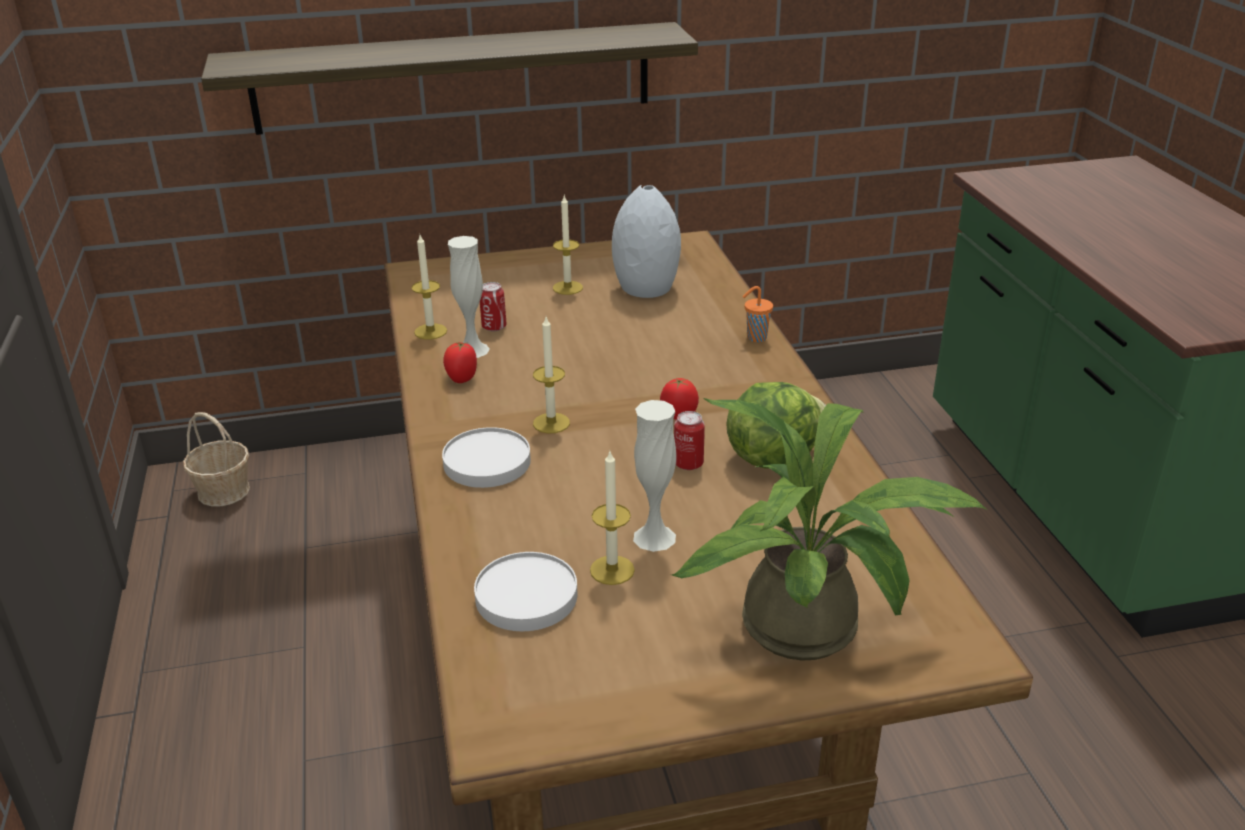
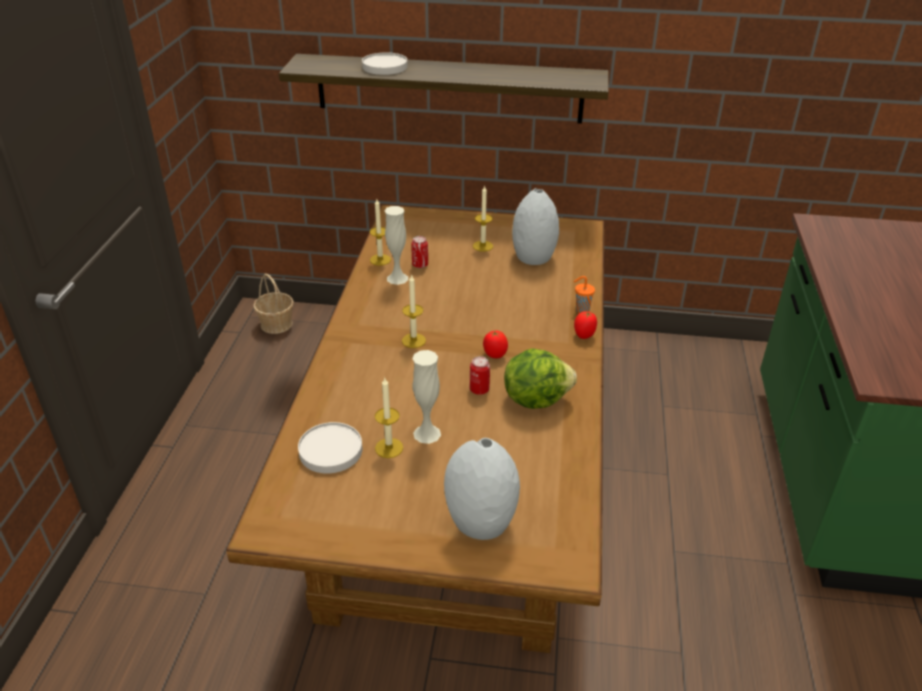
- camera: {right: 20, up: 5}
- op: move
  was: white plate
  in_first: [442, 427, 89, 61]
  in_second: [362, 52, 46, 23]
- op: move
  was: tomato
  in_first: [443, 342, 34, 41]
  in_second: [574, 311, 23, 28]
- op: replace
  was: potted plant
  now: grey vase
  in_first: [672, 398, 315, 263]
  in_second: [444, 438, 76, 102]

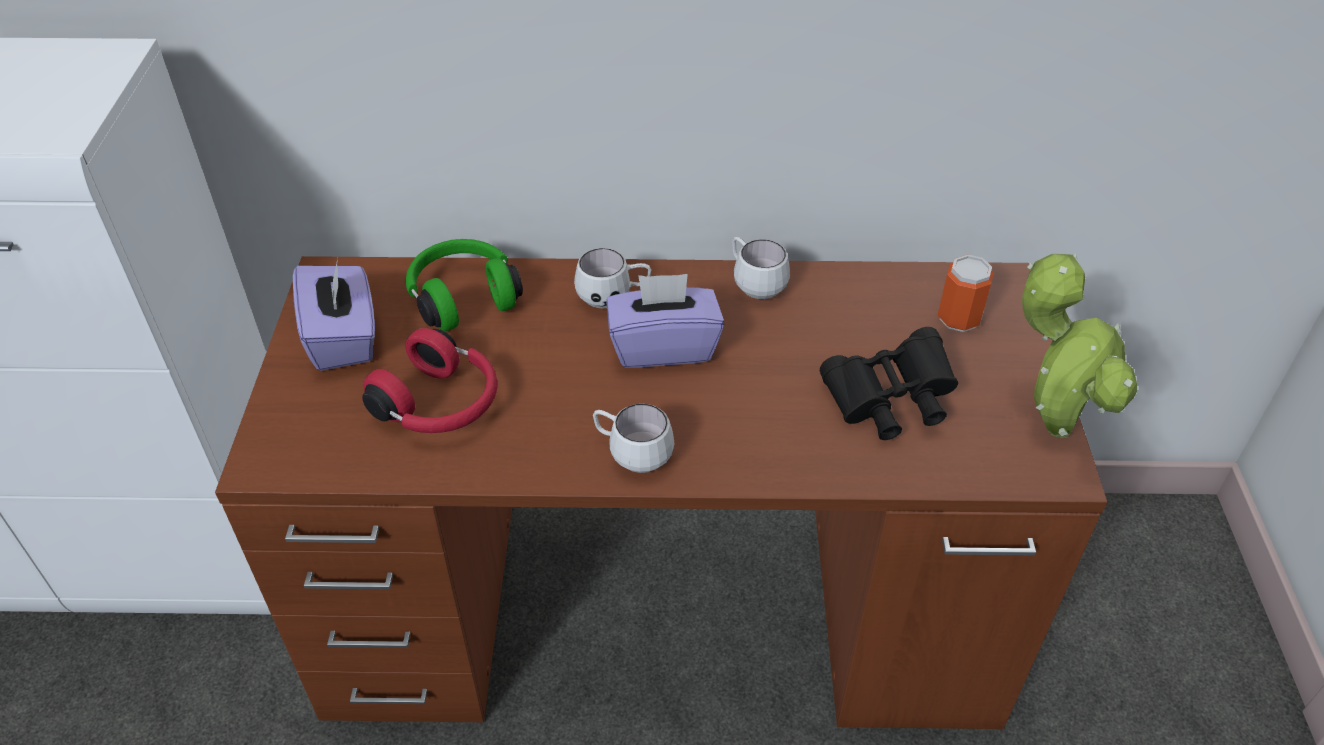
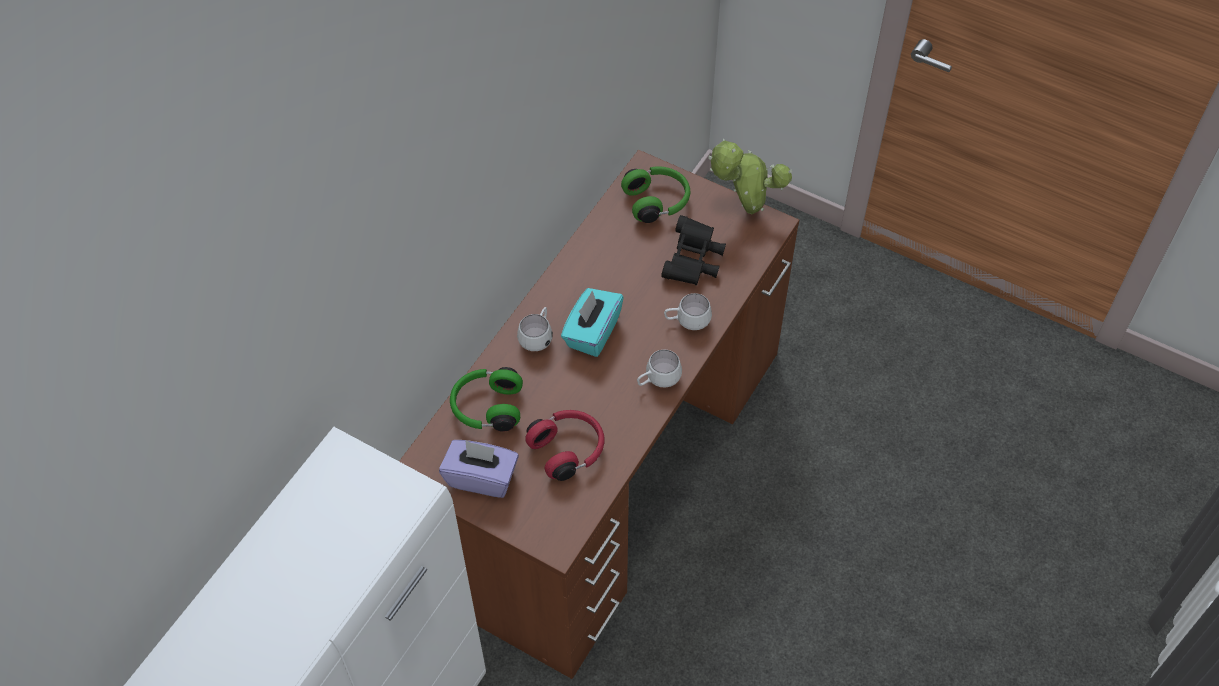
- camera: {right: -60, up: 10}
- op: recolor
  was: purple tissue box
  now: turquoise tissue box
  in_first: [606, 274, 118, 94]
  in_second: [561, 288, 63, 69]
- op: move
  was: white mug
  in_first: [732, 237, 58, 62]
  in_second: [664, 293, 48, 37]
- op: replace
  was: can
  now: green headphones
  in_first: [938, 254, 56, 78]
  in_second: [621, 167, 69, 56]

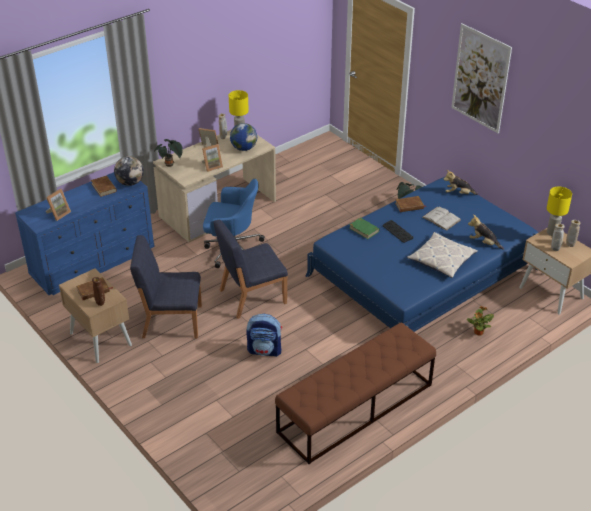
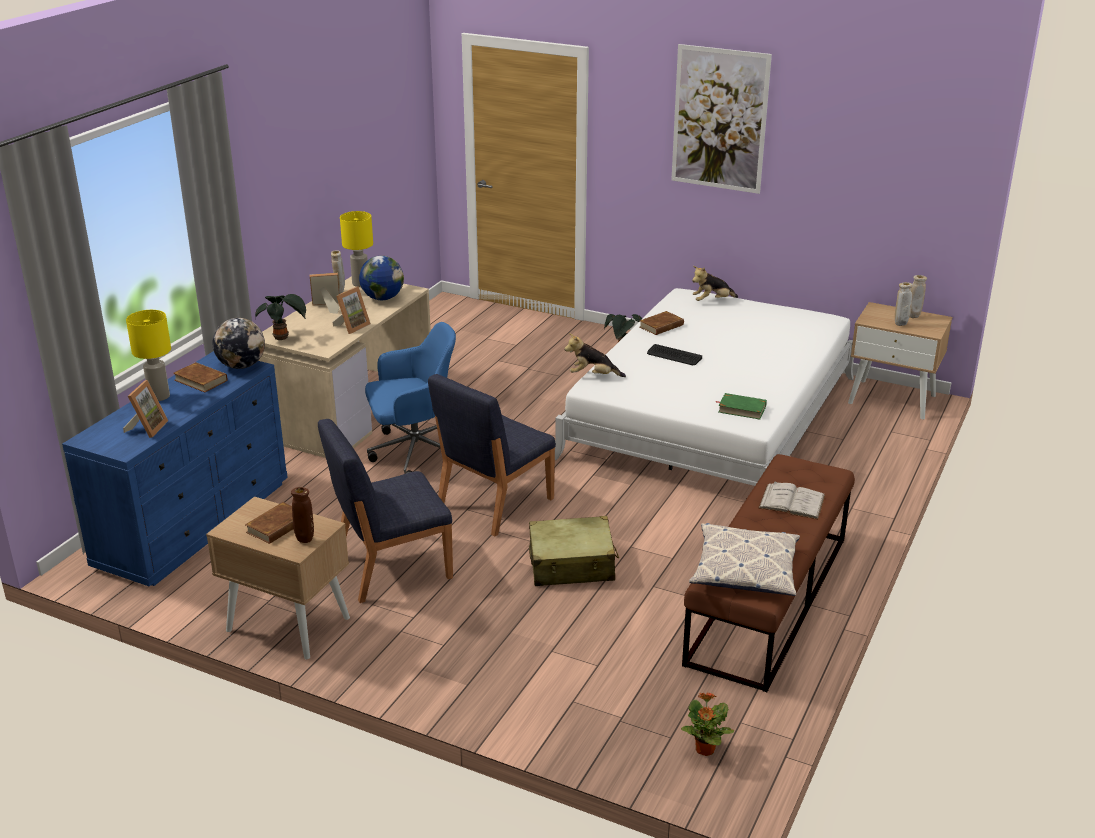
- camera: {right: -25, up: -10}
- op: replace
  was: backpack
  now: beige suitcase
  in_first: [246, 314, 36, 43]
  in_second: [529, 516, 90, 70]
- op: recolor
  was: blue bed
  now: white bed
  in_first: [306, 177, 232, 155]
  in_second: [555, 288, 299, 198]
- op: move
  was: green book
  in_first: [349, 218, 31, 21]
  in_second: [716, 393, 51, 26]
- op: move
  was: pillow
  in_first: [407, 232, 71, 46]
  in_second: [689, 523, 111, 73]
- op: move
  was: white book
  in_first: [422, 206, 39, 25]
  in_second: [758, 481, 67, 38]
- op: move
  was: potted plant
  in_first: [467, 306, 27, 30]
  in_second: [681, 693, 53, 63]
- op: move
  was: plush toy
  in_first: [468, 214, 36, 36]
  in_second: [564, 333, 62, 44]
- op: move
  was: yellow table lamp
  in_first: [547, 187, 25, 49]
  in_second: [126, 310, 45, 91]

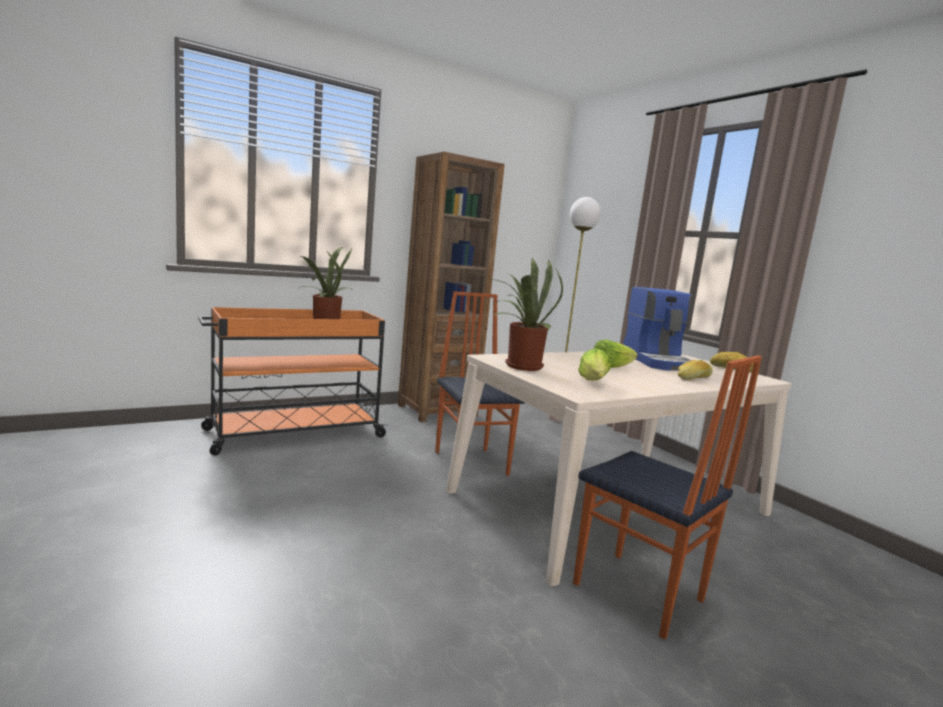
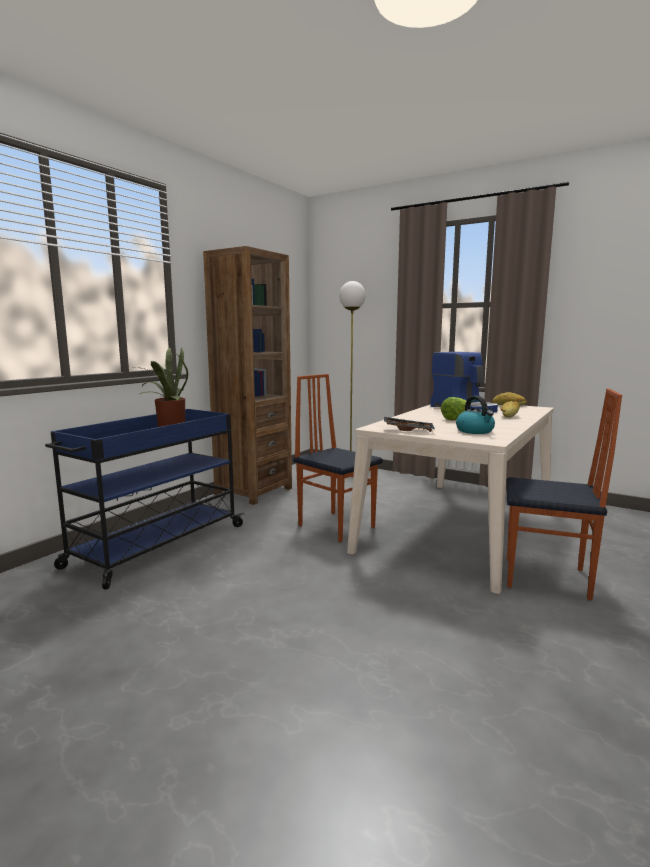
- camera: {right: -25, up: 0}
- op: recolor
  was: orange cart
  now: blue cart
  in_first: [198, 307, 190, 149]
  in_second: [45, 409, 199, 180]
- op: replace
  was: potted plant
  now: black tray
  in_first: [492, 258, 71, 113]
  in_second: [384, 417, 51, 15]
- op: replace
  was: lettuce
  now: kettle
  in_first: [578, 348, 33, 32]
  in_second: [456, 396, 39, 38]

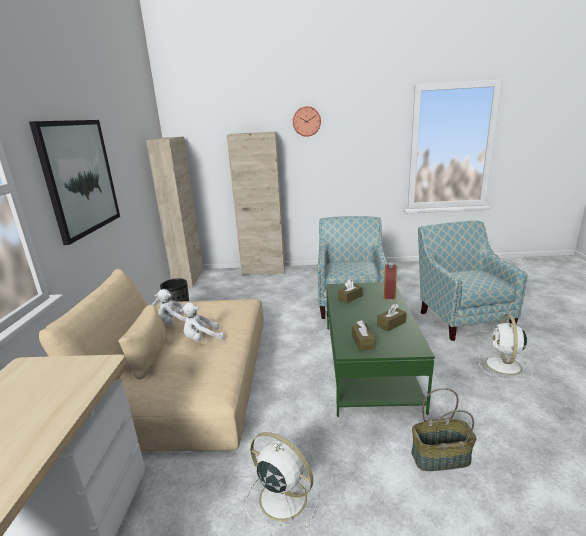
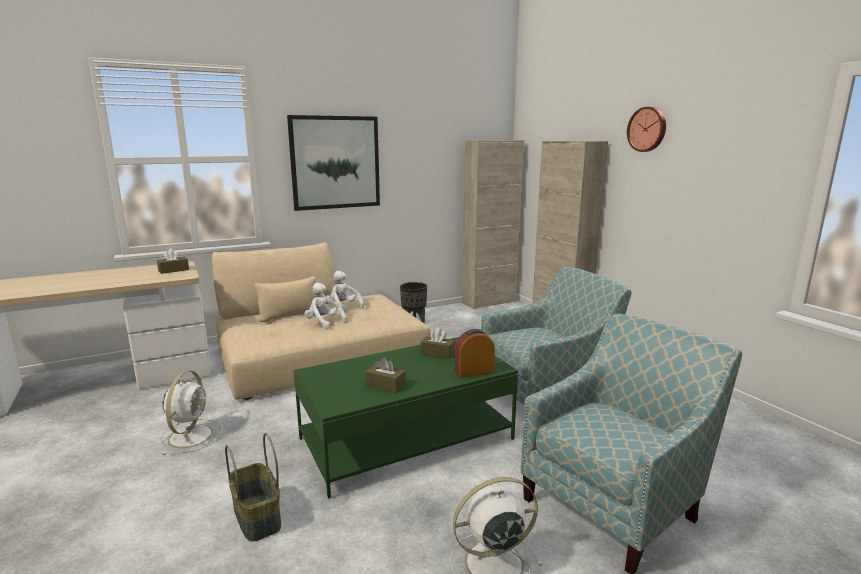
- camera: {right: 60, up: -5}
- op: move
  was: brown tissue box
  in_first: [352, 320, 24, 31]
  in_second: [157, 248, 32, 26]

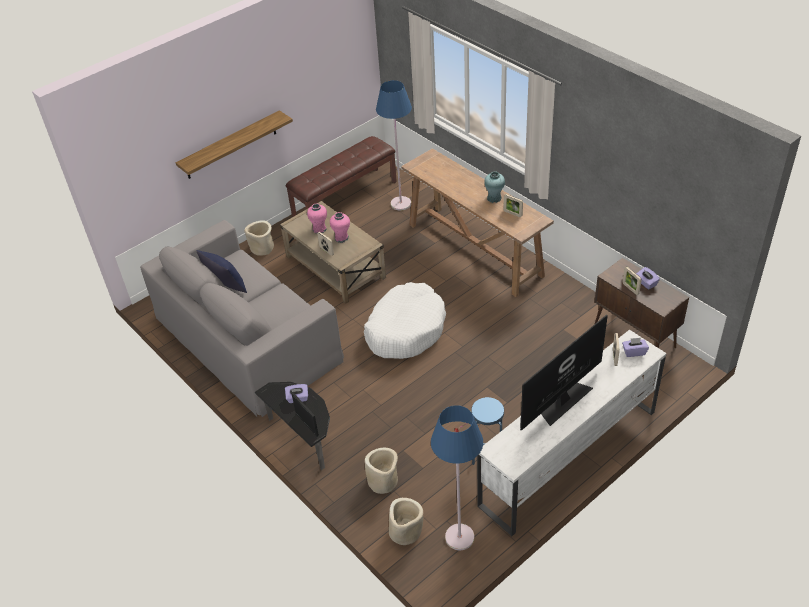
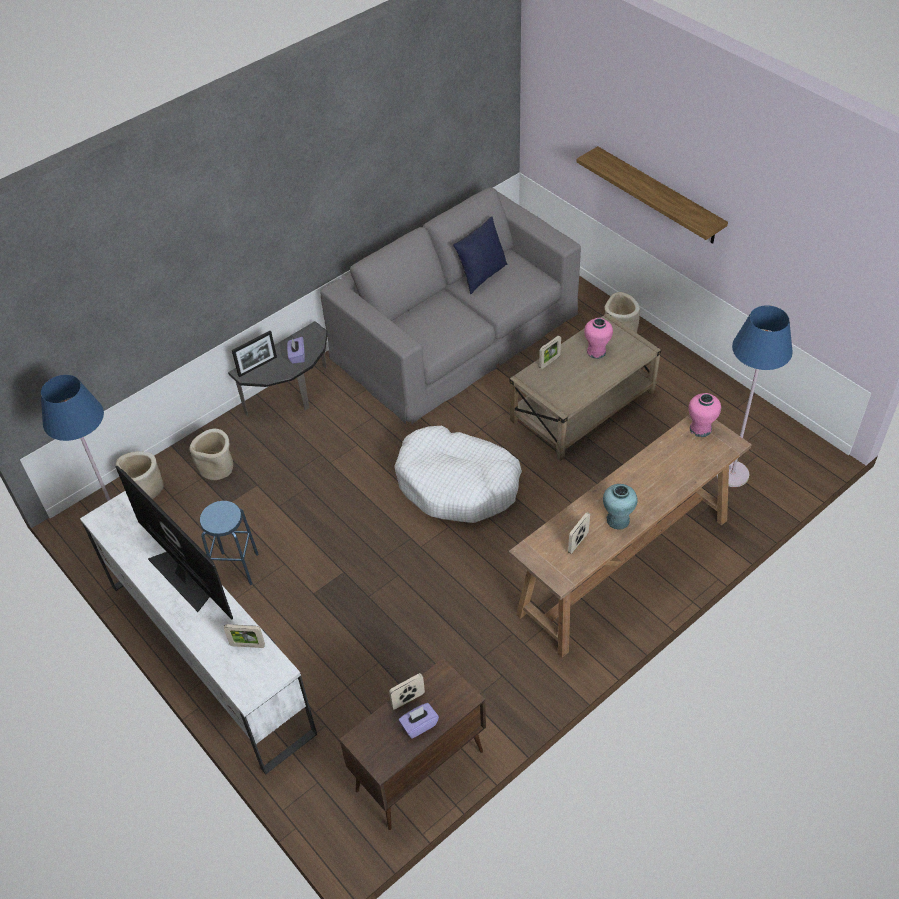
- camera: {right: 90, up: 5}
- op: delete
  was: brown bench
  in_first: [286, 136, 111, 81]
- op: move
  was: pink vase
  in_first: [330, 212, 20, 31]
  in_second: [688, 393, 33, 44]
- op: delete
  was: purple tissue box
  in_first: [622, 338, 27, 19]

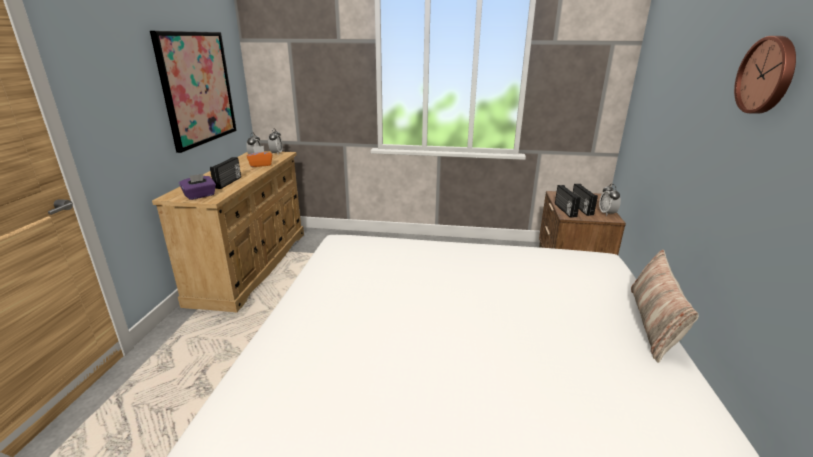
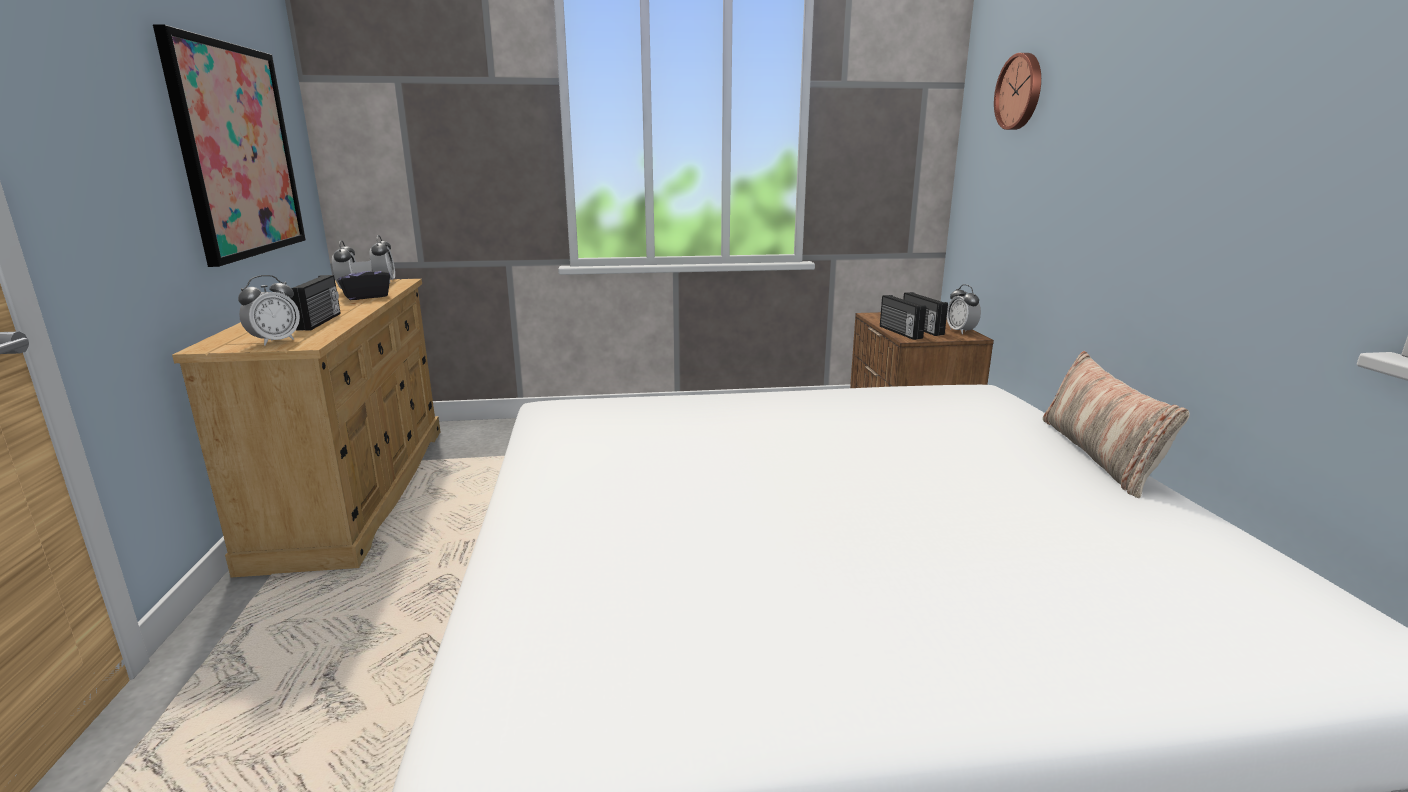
- camera: {right: -15, up: -5}
- op: replace
  was: purple tissue box
  now: alarm clock
  in_first: [179, 173, 37, 27]
  in_second: [238, 275, 62, 71]
- op: recolor
  was: orange tissue box
  now: black tissue box
  in_first: [247, 146, 25, 21]
  in_second: [338, 261, 52, 39]
- op: move
  was: wall clock
  in_first: [734, 36, 62, 78]
  in_second: [994, 53, 47, 77]

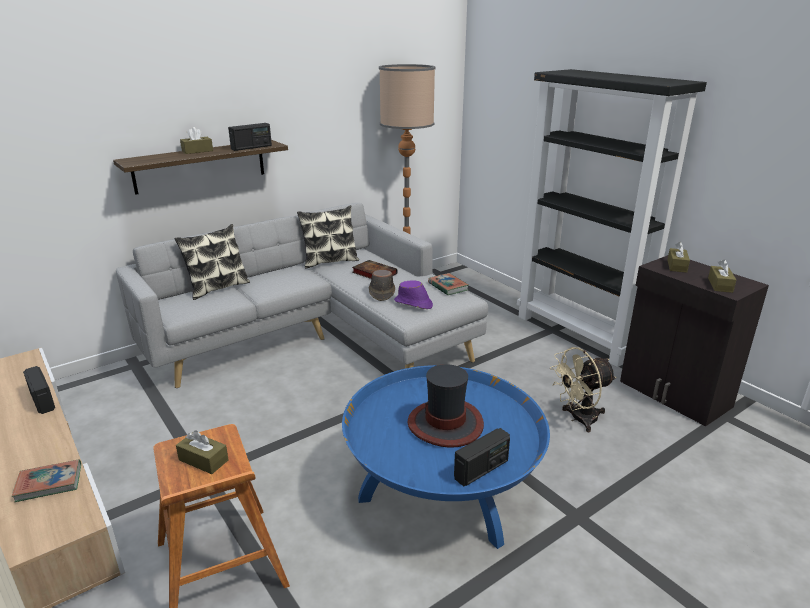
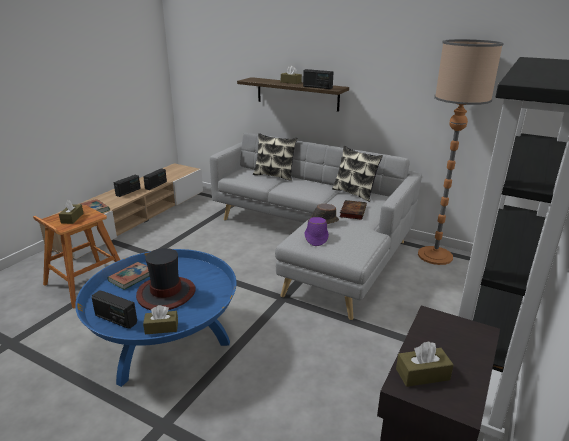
- camera: {right: 65, up: 0}
- op: move
  was: book
  in_first: [428, 273, 40, 22]
  in_second: [107, 262, 43, 28]
- op: delete
  was: beige fan
  in_first: [550, 347, 66, 85]
- op: move
  was: brown tissue box
  in_first: [667, 242, 23, 31]
  in_second: [143, 305, 35, 29]
- op: insert
  now: radio
  in_second: [113, 175, 28, 22]

